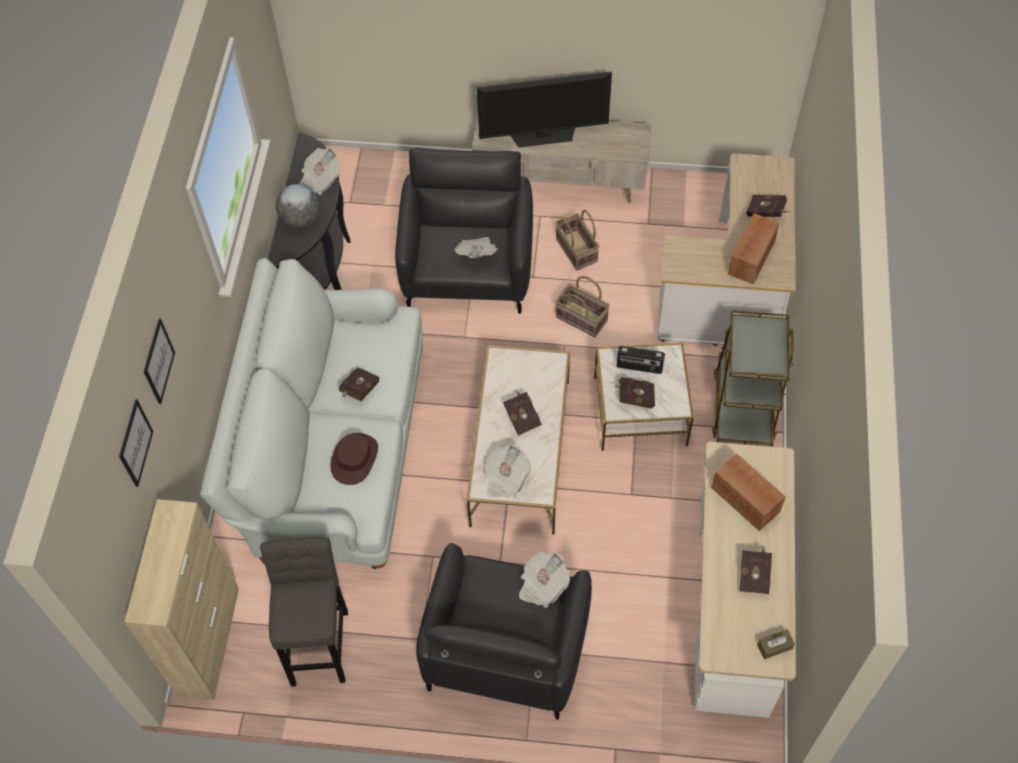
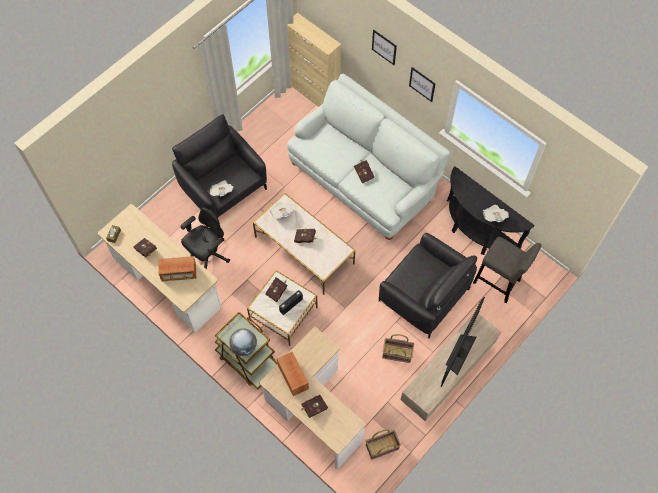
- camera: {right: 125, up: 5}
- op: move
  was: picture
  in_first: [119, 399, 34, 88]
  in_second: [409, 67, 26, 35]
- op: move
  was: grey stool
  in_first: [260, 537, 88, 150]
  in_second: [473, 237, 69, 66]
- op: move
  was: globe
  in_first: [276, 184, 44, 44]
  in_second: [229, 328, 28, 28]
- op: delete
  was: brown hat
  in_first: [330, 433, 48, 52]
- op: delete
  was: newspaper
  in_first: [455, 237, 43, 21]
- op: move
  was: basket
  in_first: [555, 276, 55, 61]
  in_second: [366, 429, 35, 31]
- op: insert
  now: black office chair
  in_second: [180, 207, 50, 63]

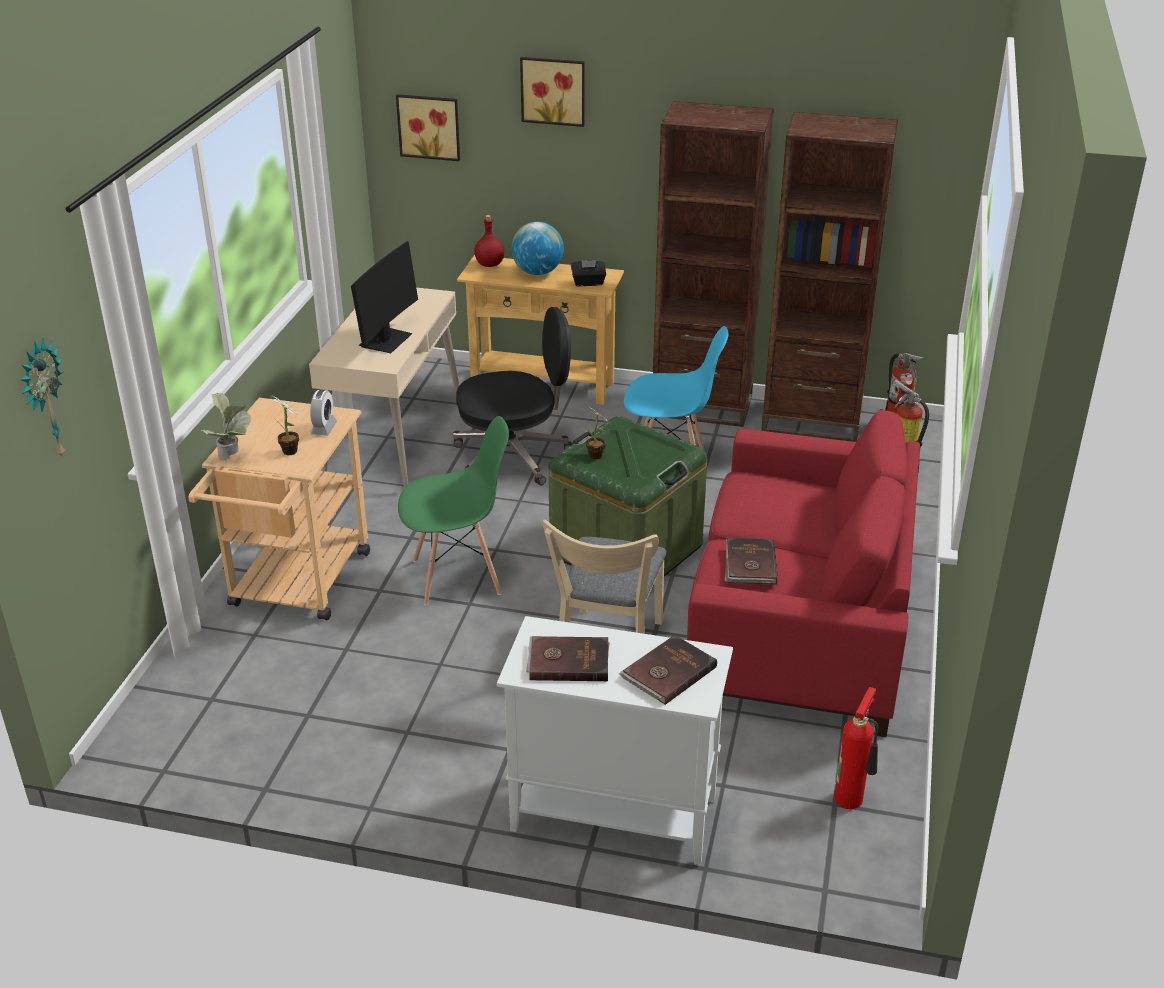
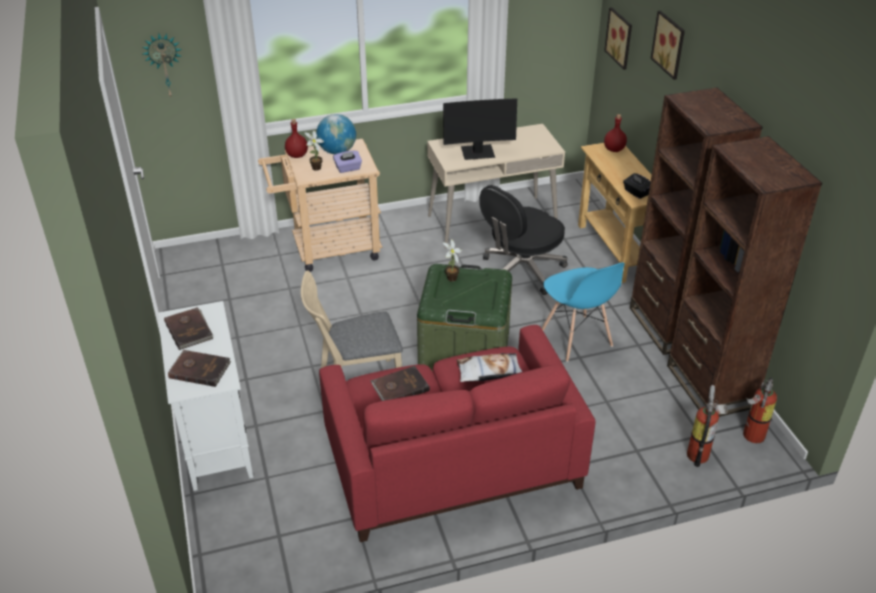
- camera: {right: 60, up: 5}
- op: replace
  was: potted plant
  now: red bottle
  in_first: [201, 393, 50, 68]
  in_second: [285, 119, 23, 39]
- op: replace
  was: alarm clock
  now: purple tissue box
  in_first: [310, 390, 27, 46]
  in_second: [333, 151, 29, 22]
- op: delete
  was: green chair
  in_first: [398, 416, 111, 189]
- op: rotate
  was: black office chair
  in_first: [453, 307, 120, 179]
  in_second: [479, 185, 89, 110]
  clockwise: 90
- op: move
  was: globe
  in_first: [511, 222, 53, 53]
  in_second: [316, 114, 40, 40]
- op: delete
  was: fire extinguisher
  in_first: [834, 687, 44, 122]
- op: insert
  now: pillow
  in_second: [457, 353, 65, 29]

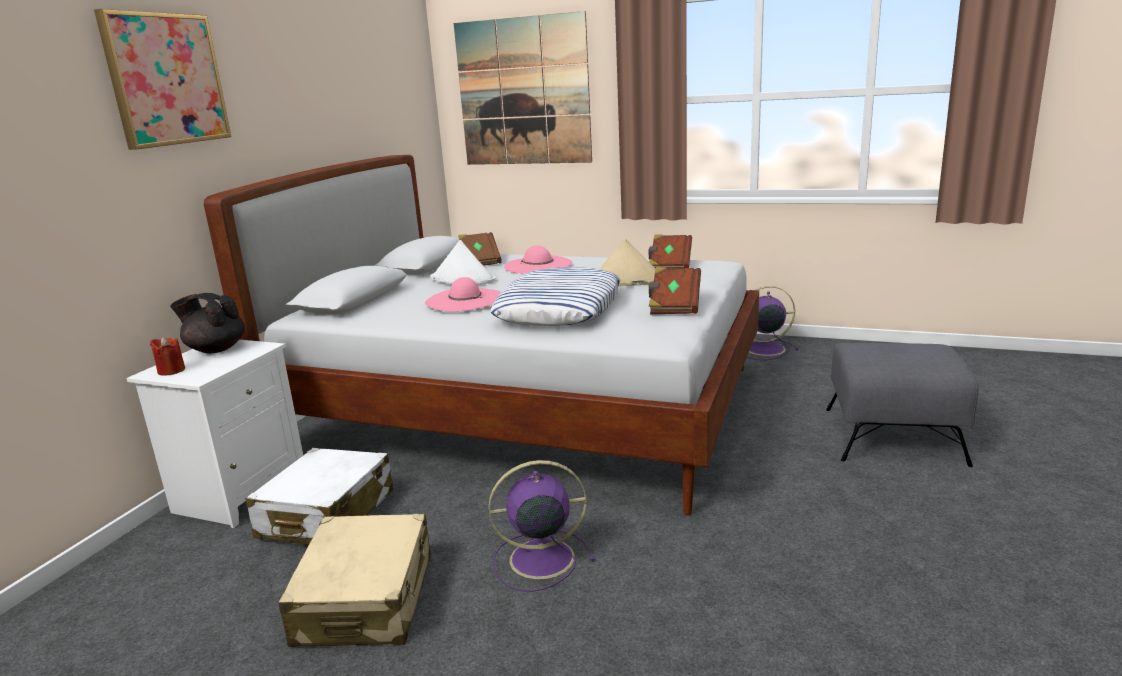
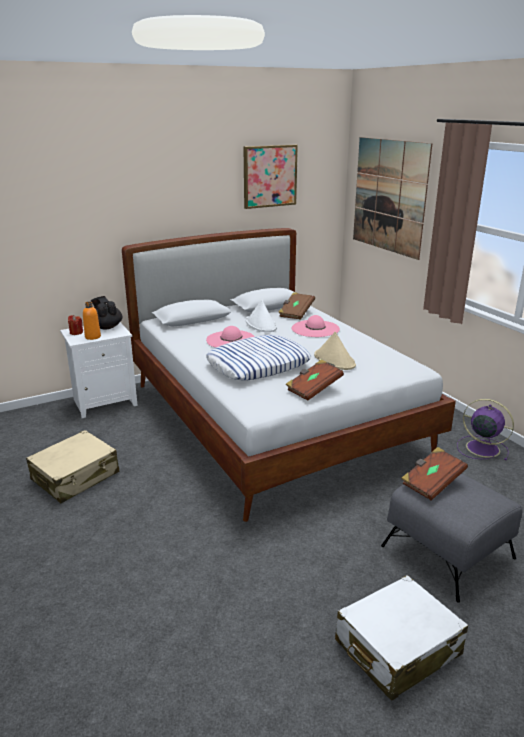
- camera: {right: 40, up: 5}
- op: move
  was: picture
  in_first: [94, 9, 137, 141]
  in_second: [243, 144, 55, 65]
- op: move
  was: white suitcase
  in_first: [245, 448, 149, 97]
  in_second: [335, 575, 133, 126]
- op: delete
  was: purple fan
  in_first: [488, 460, 107, 132]
- op: move
  was: brown book
  in_first: [649, 234, 43, 35]
  in_second: [401, 447, 67, 53]
- op: insert
  now: orange bottle
  in_second: [83, 302, 18, 38]

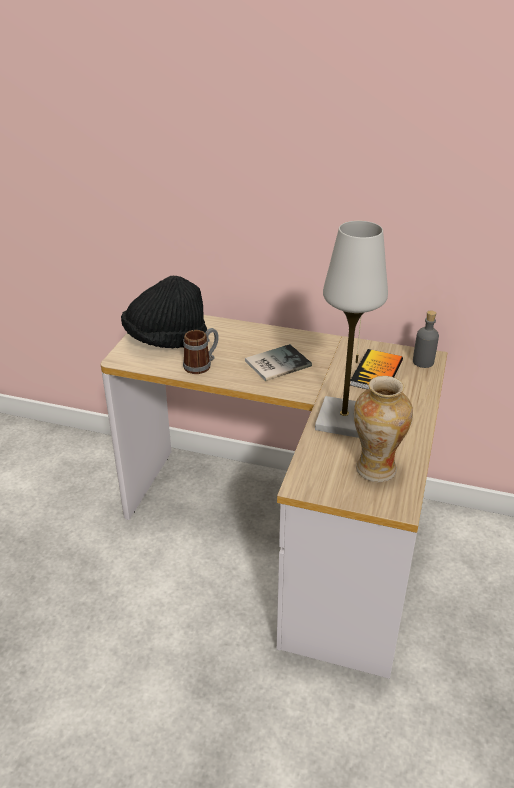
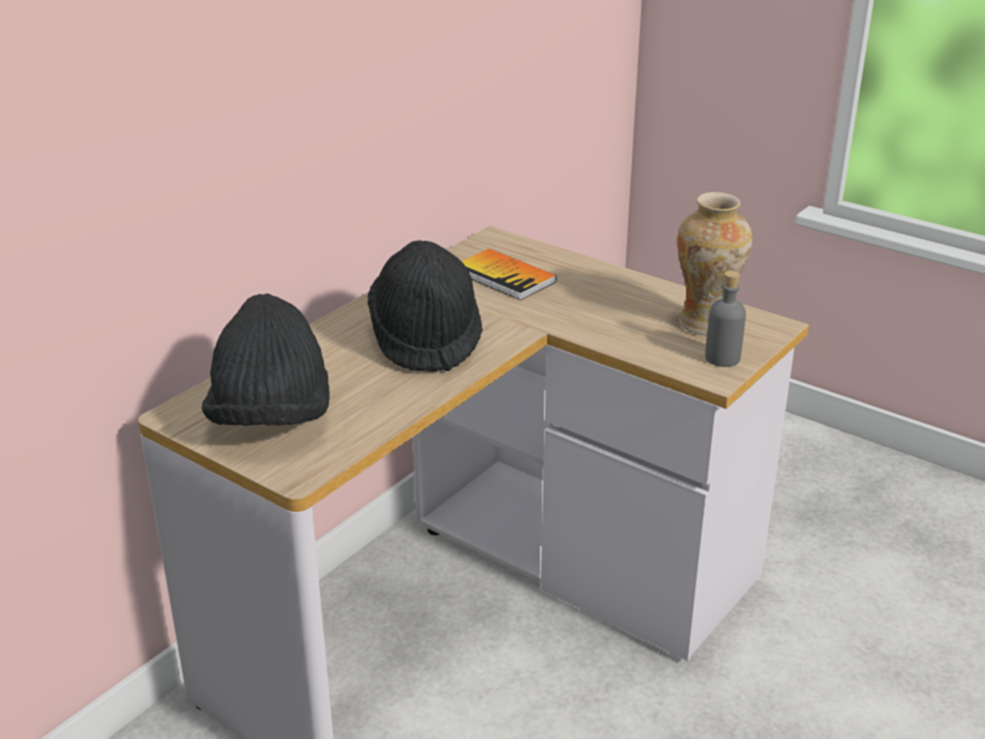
- camera: {right: -70, up: -5}
- op: delete
  was: mug
  in_first: [183, 328, 36, 46]
- op: replace
  was: book
  now: black hat
  in_first: [245, 344, 67, 37]
  in_second: [367, 240, 116, 132]
- op: delete
  was: white table lamp
  in_first: [315, 221, 73, 217]
- op: move
  was: grey bottle
  in_first: [413, 311, 26, 57]
  in_second: [705, 271, 41, 96]

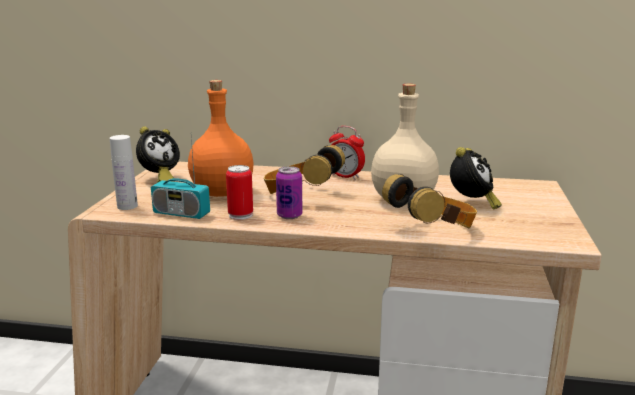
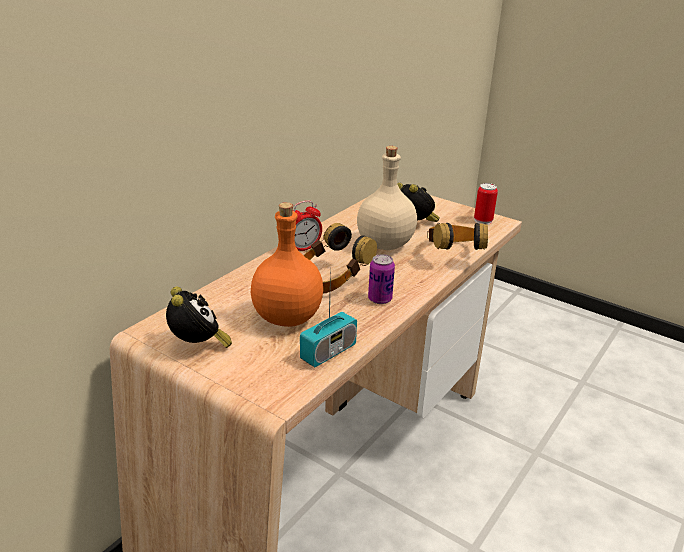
- camera: {right: -65, up: 10}
- op: delete
  was: white bottle
  in_first: [110, 135, 28, 75]
- op: move
  was: can
  in_first: [226, 165, 27, 55]
  in_second: [474, 183, 24, 42]

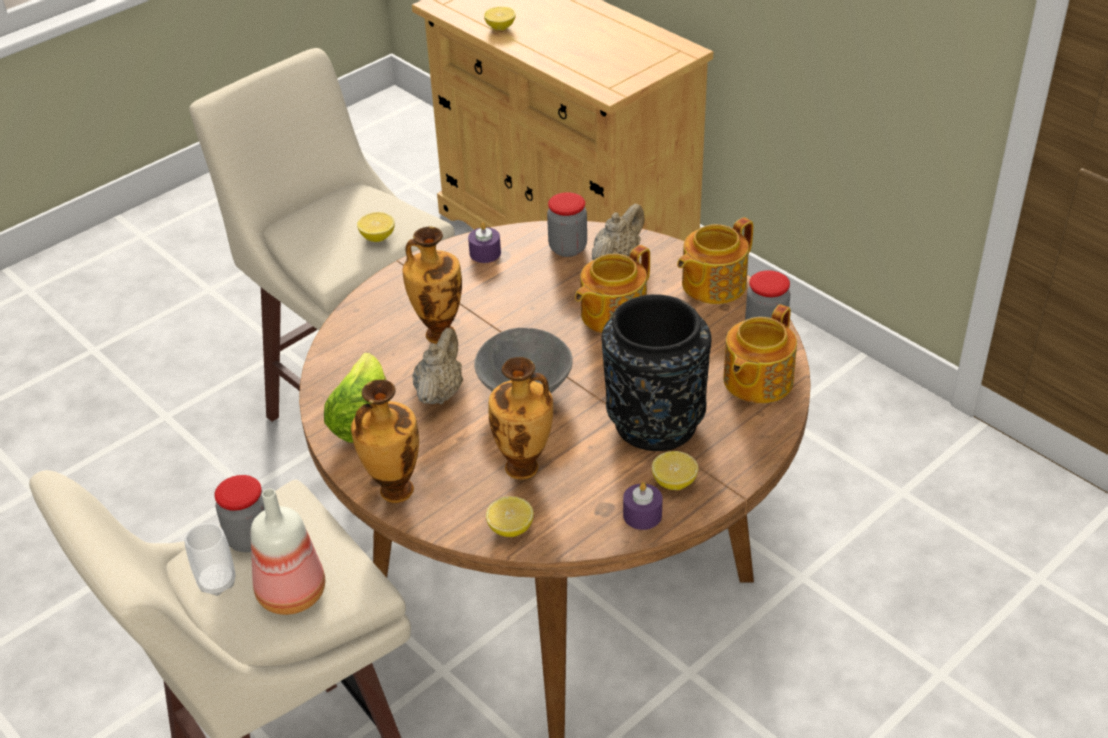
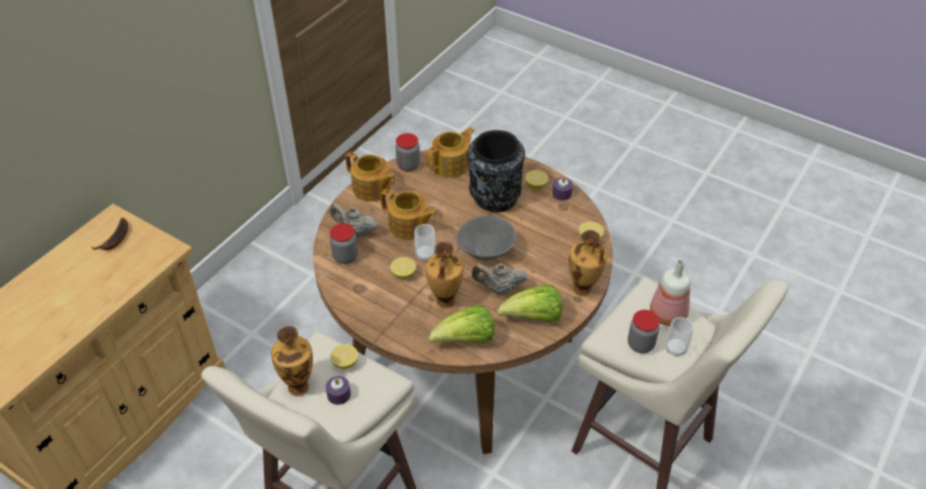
- camera: {right: -105, up: 5}
- op: move
  was: purple candle
  in_first: [468, 222, 33, 41]
  in_second: [326, 376, 25, 29]
- op: move
  was: lemon
  in_first: [484, 7, 32, 23]
  in_second: [390, 257, 26, 22]
- op: move
  was: vase
  in_first: [488, 357, 65, 123]
  in_second: [271, 326, 42, 70]
- op: rotate
  was: teapot
  in_first: [723, 304, 74, 99]
  in_second: [427, 127, 48, 51]
  clockwise: -60
- op: insert
  now: banana
  in_second: [91, 218, 37, 32]
- op: insert
  now: cup
  in_second: [414, 224, 22, 38]
- op: insert
  now: lettuce
  in_second: [428, 305, 67, 38]

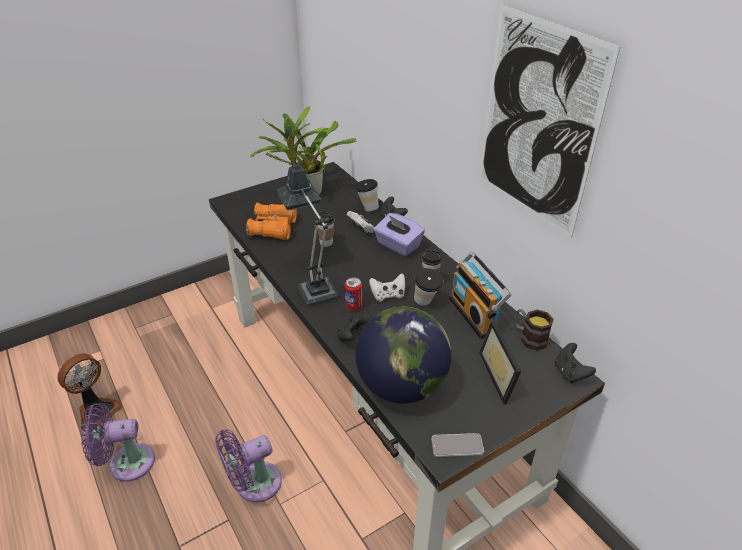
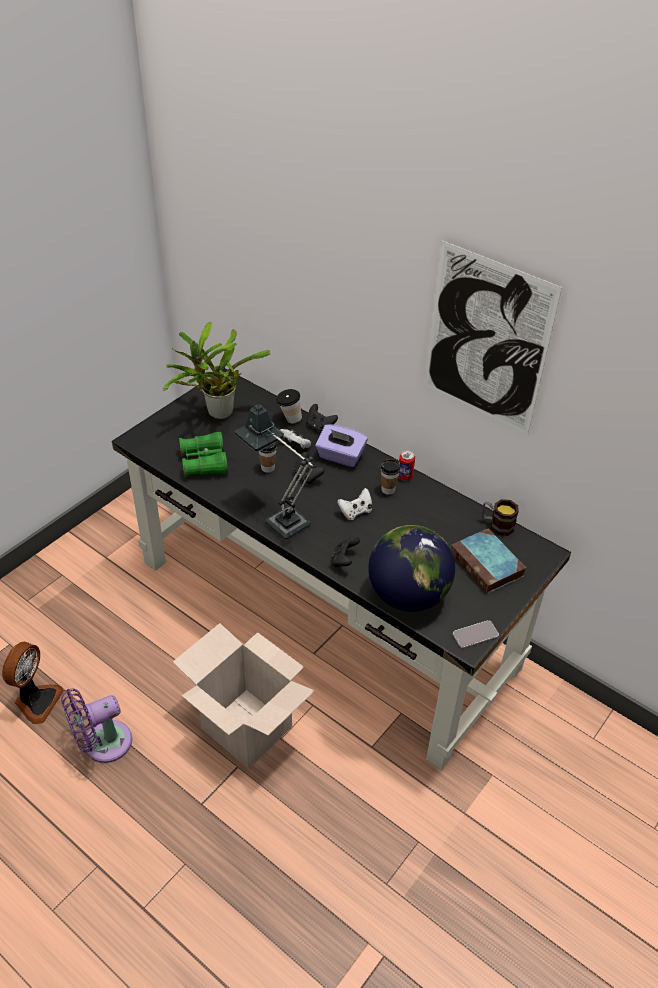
- camera: {right: -20, up: 5}
- op: replace
  was: purple fan
  now: cardboard box
  in_first: [215, 429, 67, 74]
  in_second: [173, 623, 142, 146]
- op: recolor
  was: orange binoculars
  now: green binoculars
  in_first: [246, 203, 51, 37]
  in_second: [179, 432, 49, 45]
- op: move
  was: can
  in_first: [345, 278, 17, 32]
  in_second: [398, 450, 17, 31]
- op: delete
  was: cup
  in_first: [414, 268, 29, 38]
- op: delete
  was: radio
  in_first: [449, 252, 63, 87]
- op: replace
  was: picture frame
  now: book
  in_first: [479, 320, 42, 84]
  in_second: [451, 528, 75, 66]
- op: move
  was: black game controller
  in_first: [555, 343, 41, 40]
  in_second: [294, 452, 31, 32]

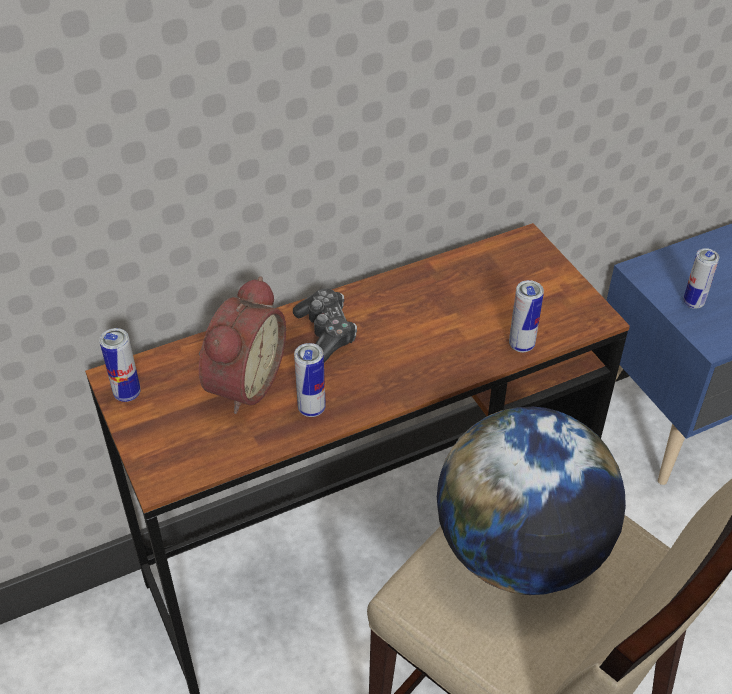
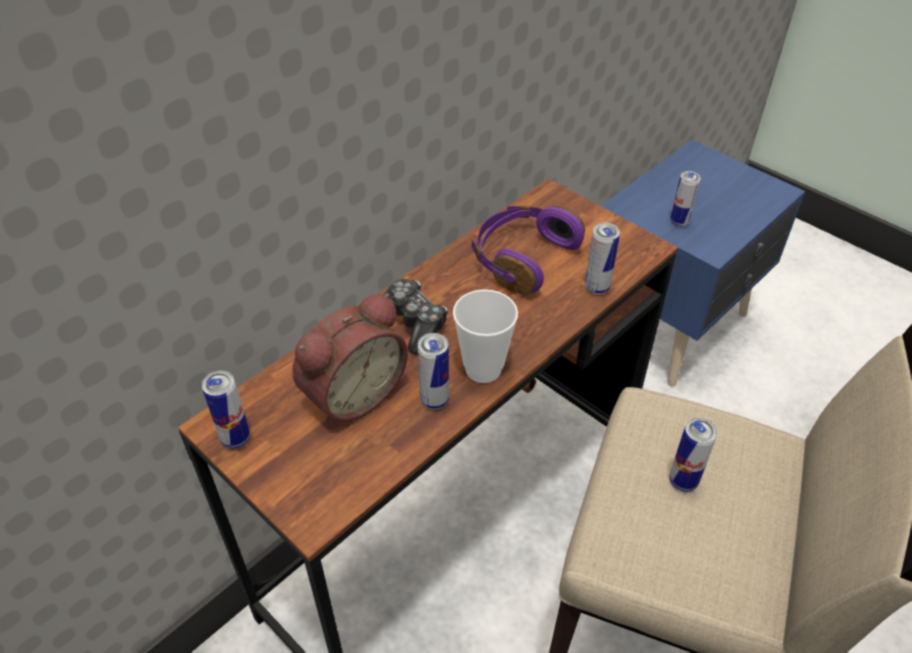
- camera: {right: -20, up: 0}
- op: rotate
  was: alarm clock
  in_first: [199, 276, 87, 138]
  in_second: [292, 293, 116, 132]
  clockwise: 45
- op: replace
  was: globe
  now: can
  in_first: [437, 407, 189, 188]
  in_second: [669, 417, 48, 75]
- op: insert
  now: cup
  in_second: [453, 289, 65, 94]
- op: insert
  now: purple headphones
  in_second: [472, 205, 113, 90]

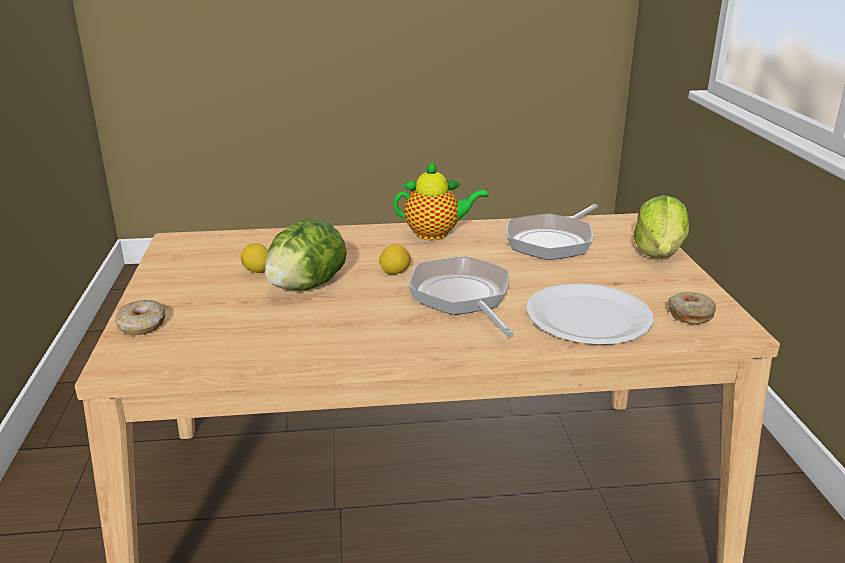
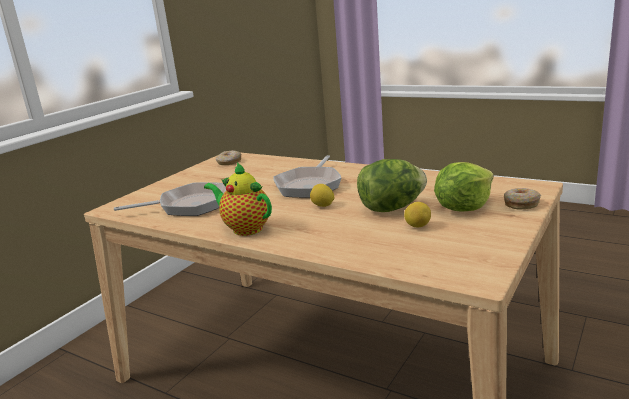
- camera: {right: -140, up: -5}
- op: delete
  was: white plate
  in_first: [526, 283, 128, 61]
- op: move
  was: lettuce
  in_first: [634, 195, 55, 63]
  in_second: [434, 162, 60, 50]

